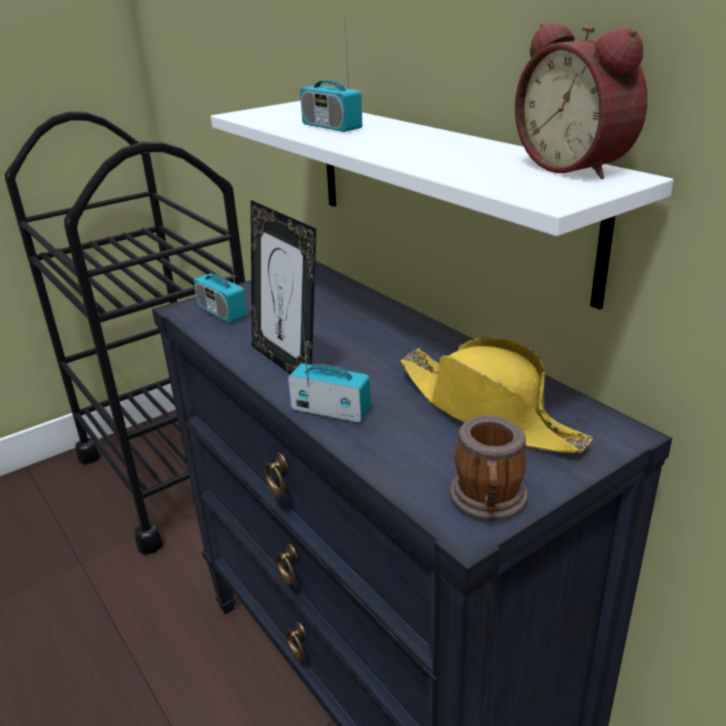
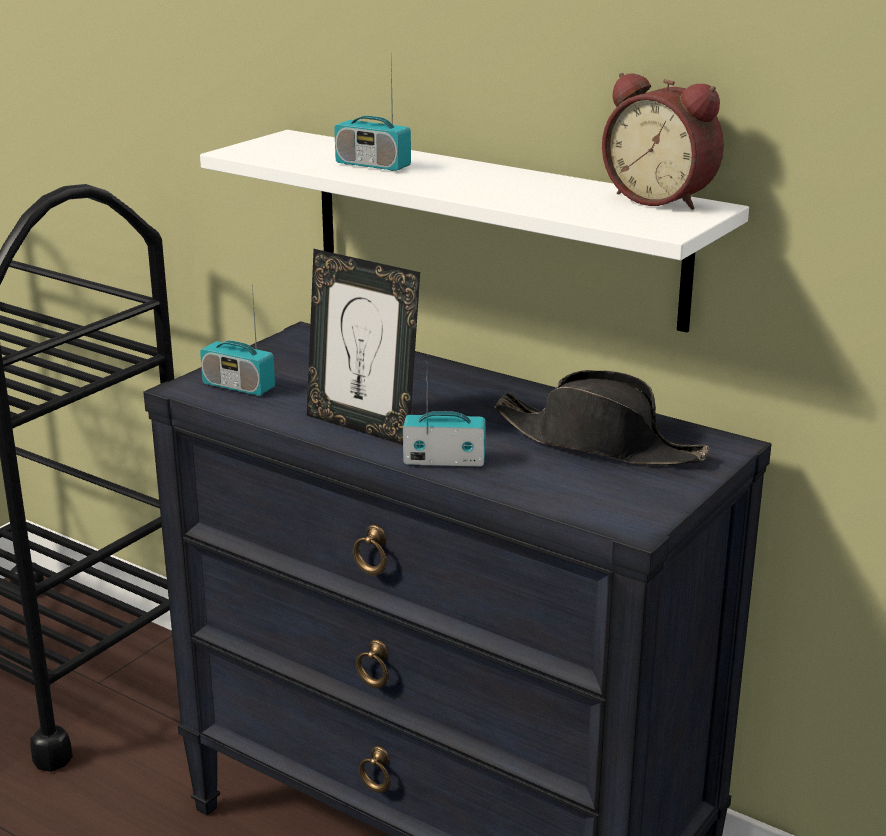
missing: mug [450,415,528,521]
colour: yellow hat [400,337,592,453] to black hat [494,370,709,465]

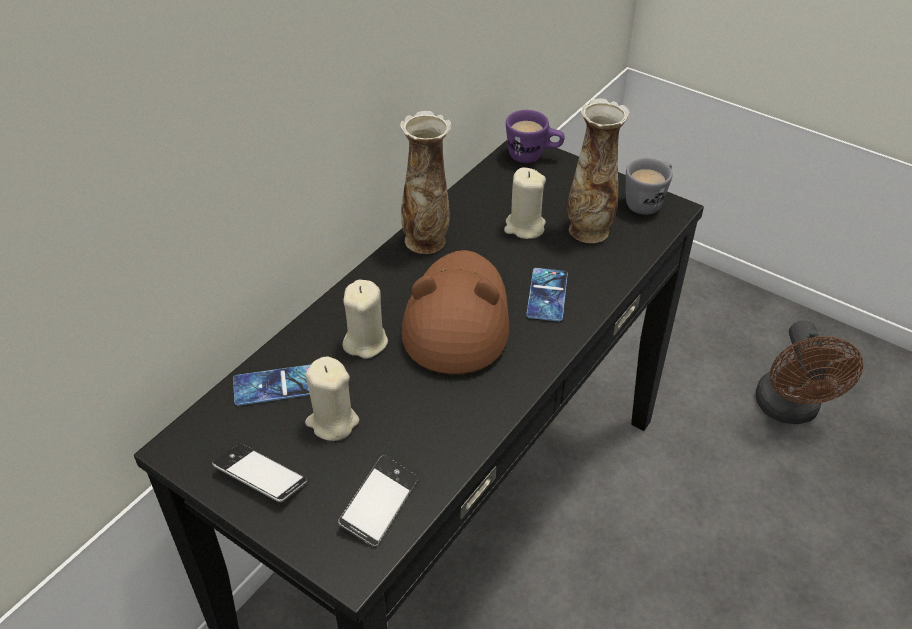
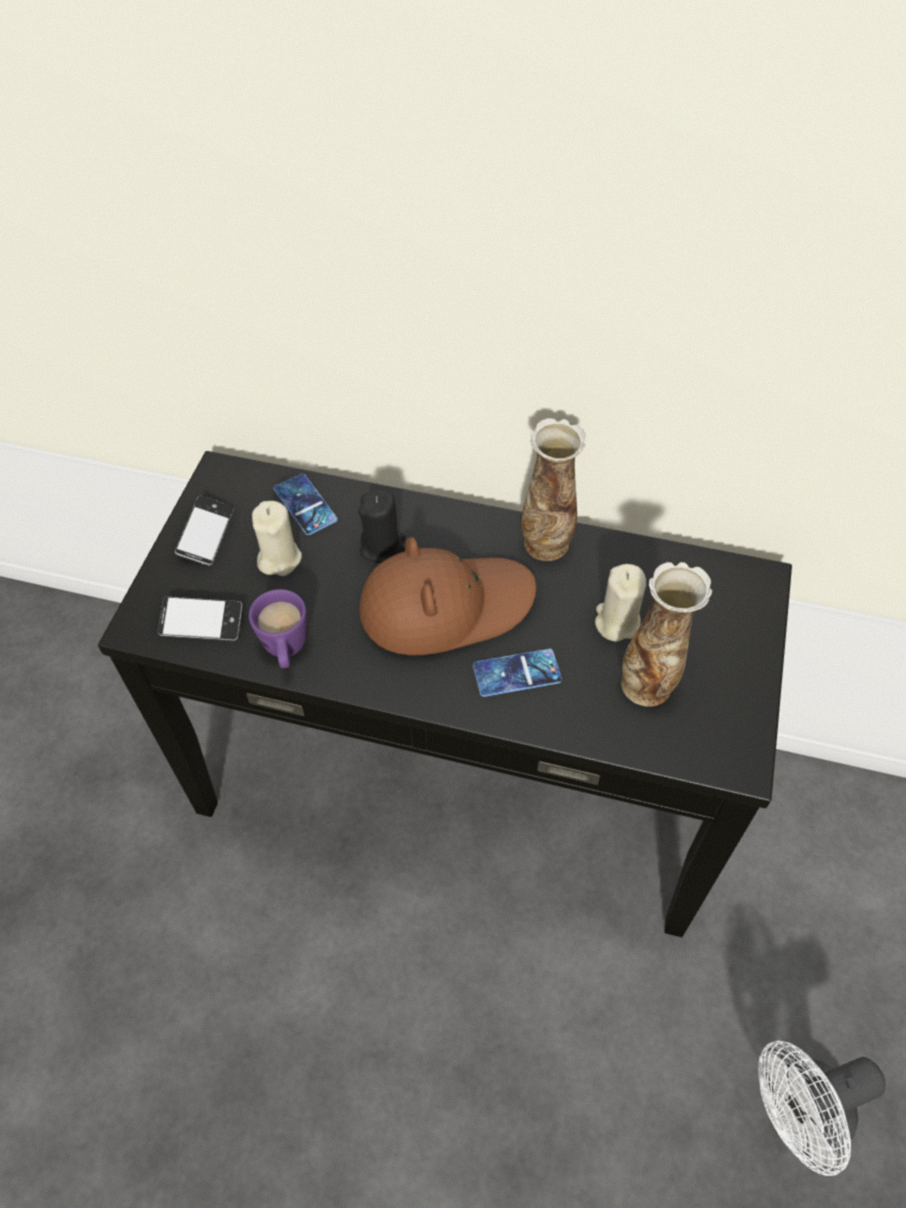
missing: grey mug [626,158,673,215]
relocated: purple mug [506,110,565,163] to [249,589,307,668]
colour: beige candle [342,279,388,359] to black candle [358,490,405,563]; brown fan [755,320,863,424] to white fan [758,1040,886,1176]

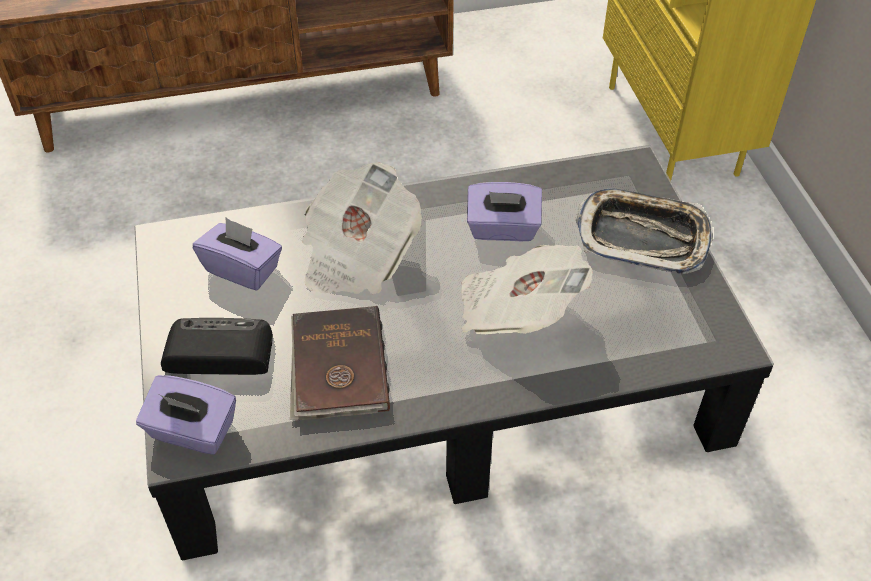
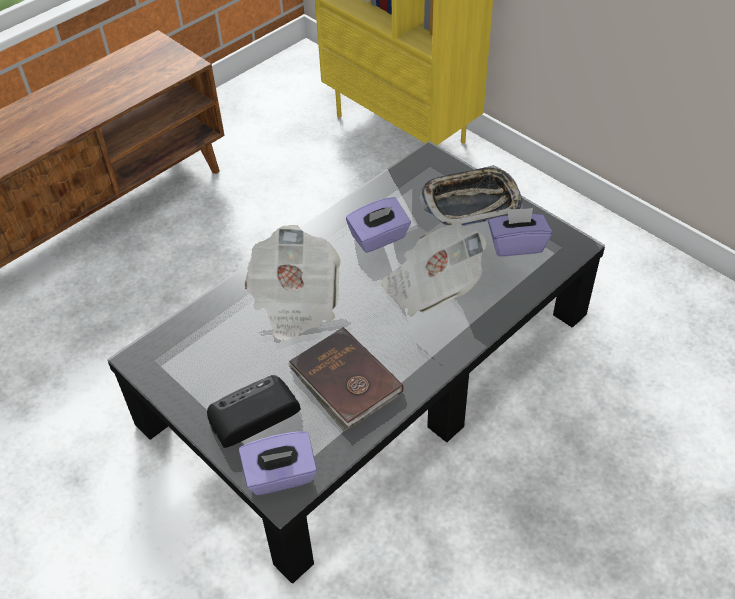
relocated: purple tissue box [193,218,282,291] to [488,208,552,256]

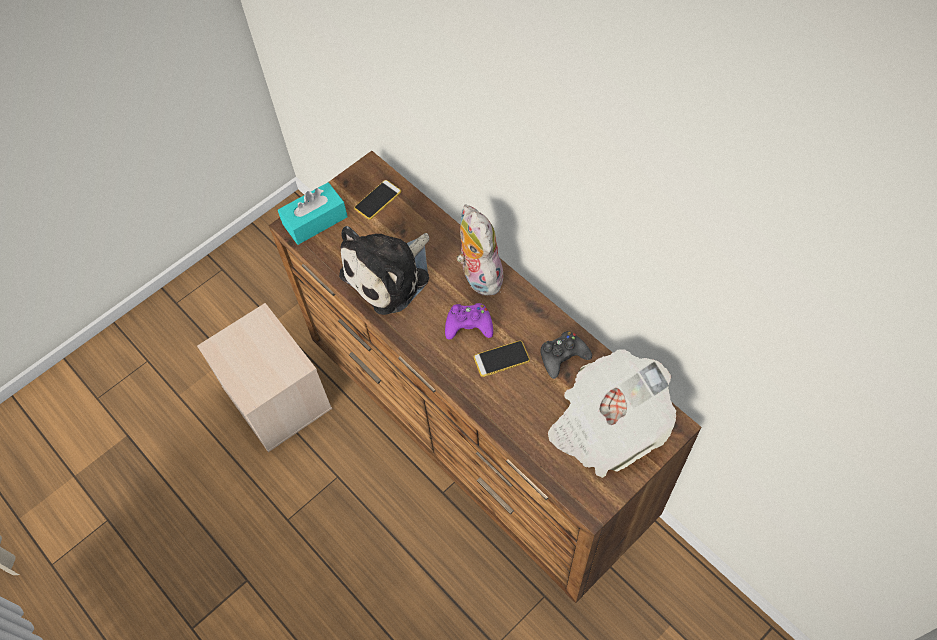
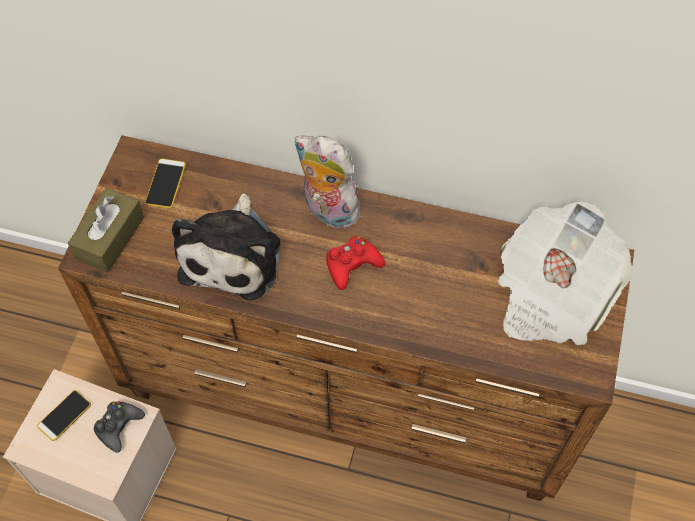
relocated: black game controller [540,331,592,379] to [94,401,145,453]; phone [474,341,530,377] to [37,390,91,441]
colour: turquoise tissue box [278,182,348,245] to brown tissue box [68,187,144,273]; purple game controller [445,303,493,340] to red game controller [326,236,385,290]

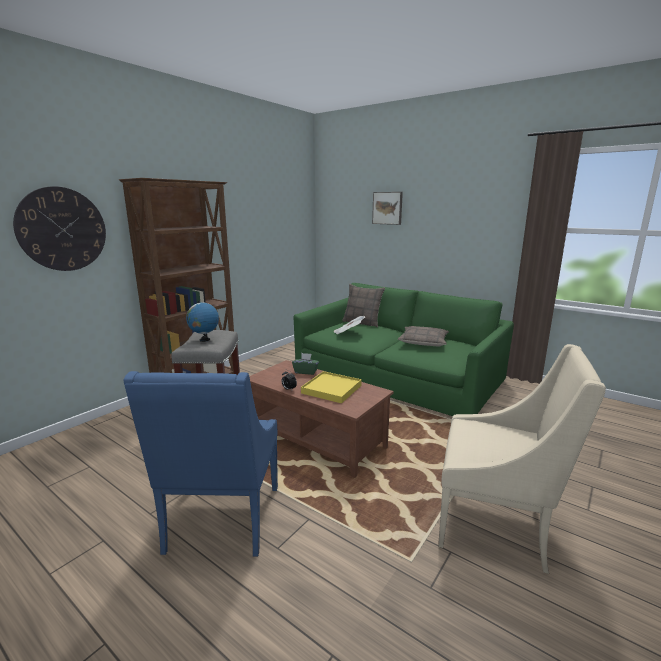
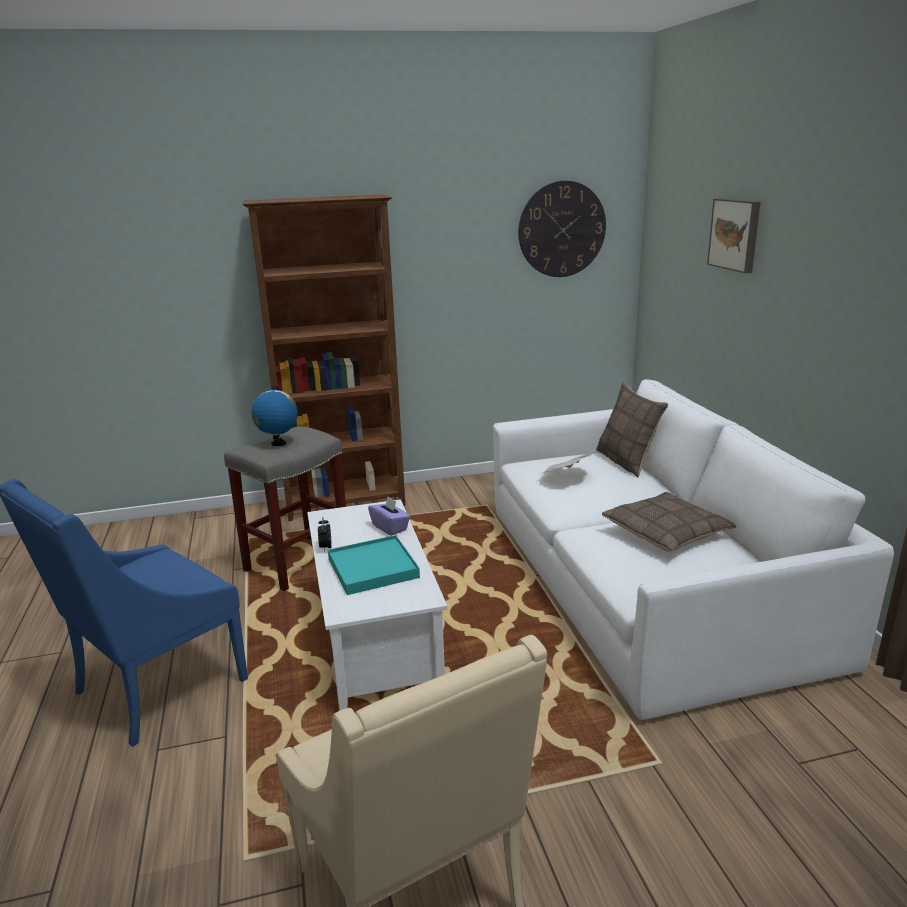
relocated: wall clock [13,186,106,271] to [518,181,606,277]
colour: green sofa [293,283,514,416] to white sofa [493,379,894,720]; green tissue box [292,353,319,375] to purple tissue box [368,496,410,536]; brown coffee table [249,360,394,478] to white coffee table [307,499,447,711]; yellow tray [301,371,362,403] to turquoise tray [328,535,420,595]

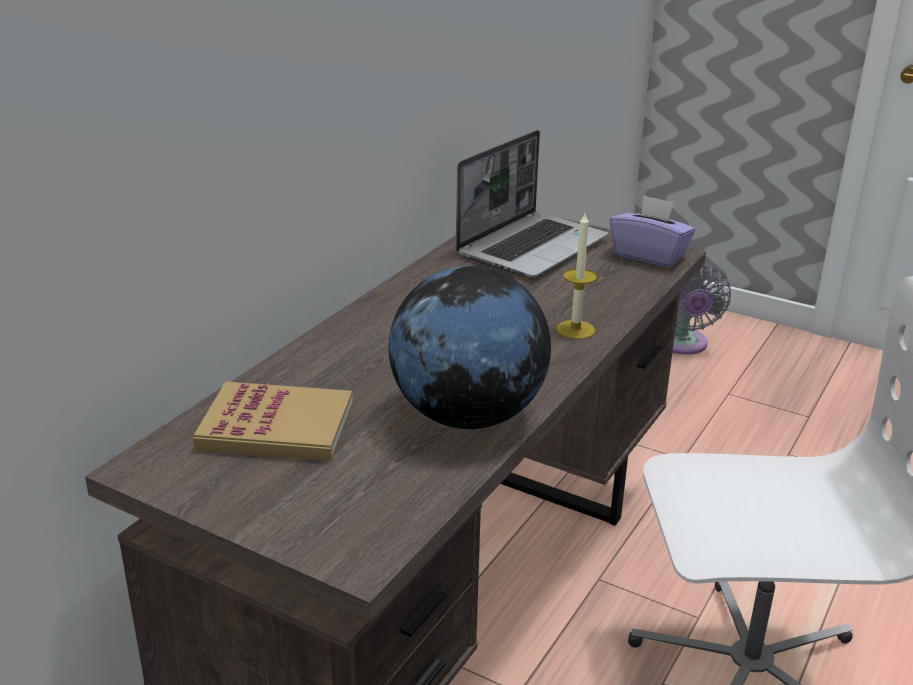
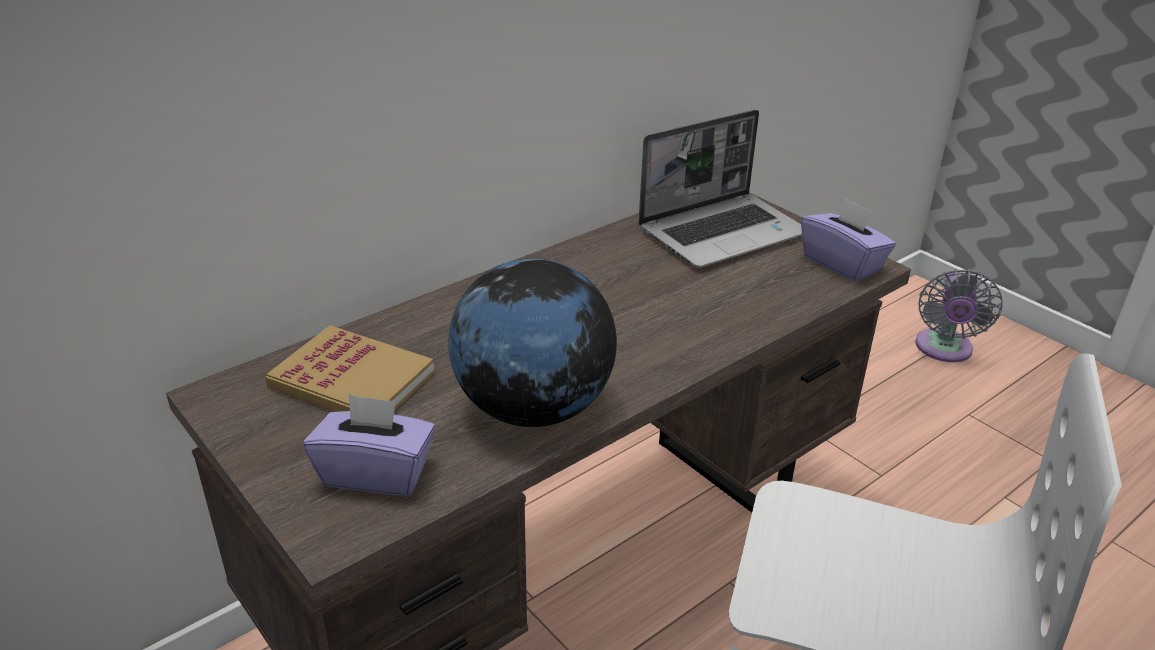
missing: candle [556,213,597,339]
appeared: purple tissue box [304,394,435,496]

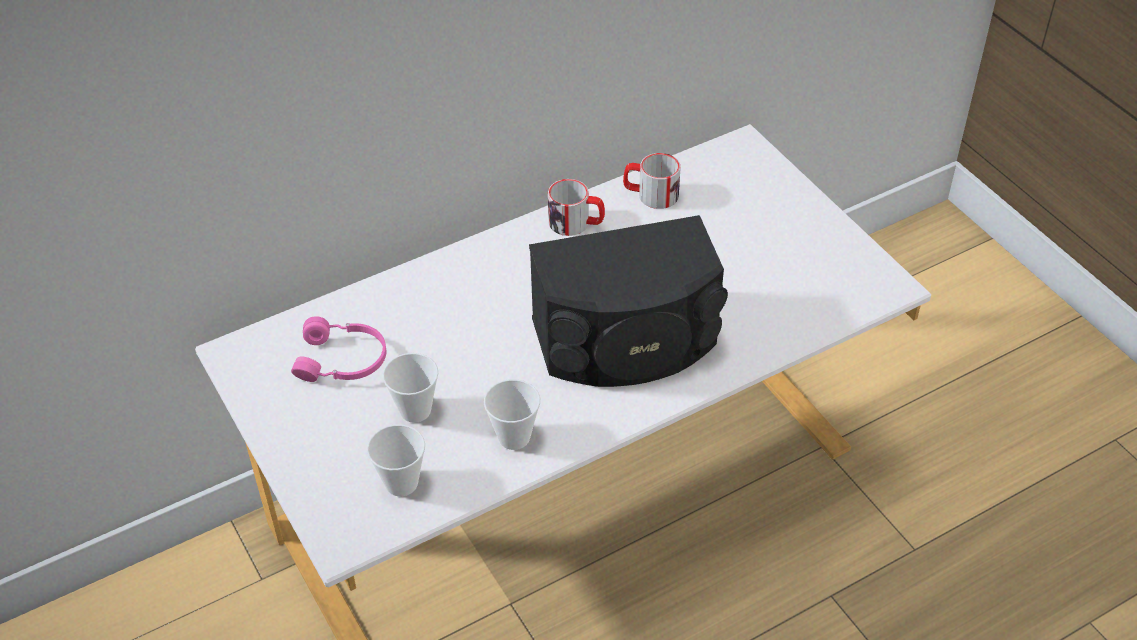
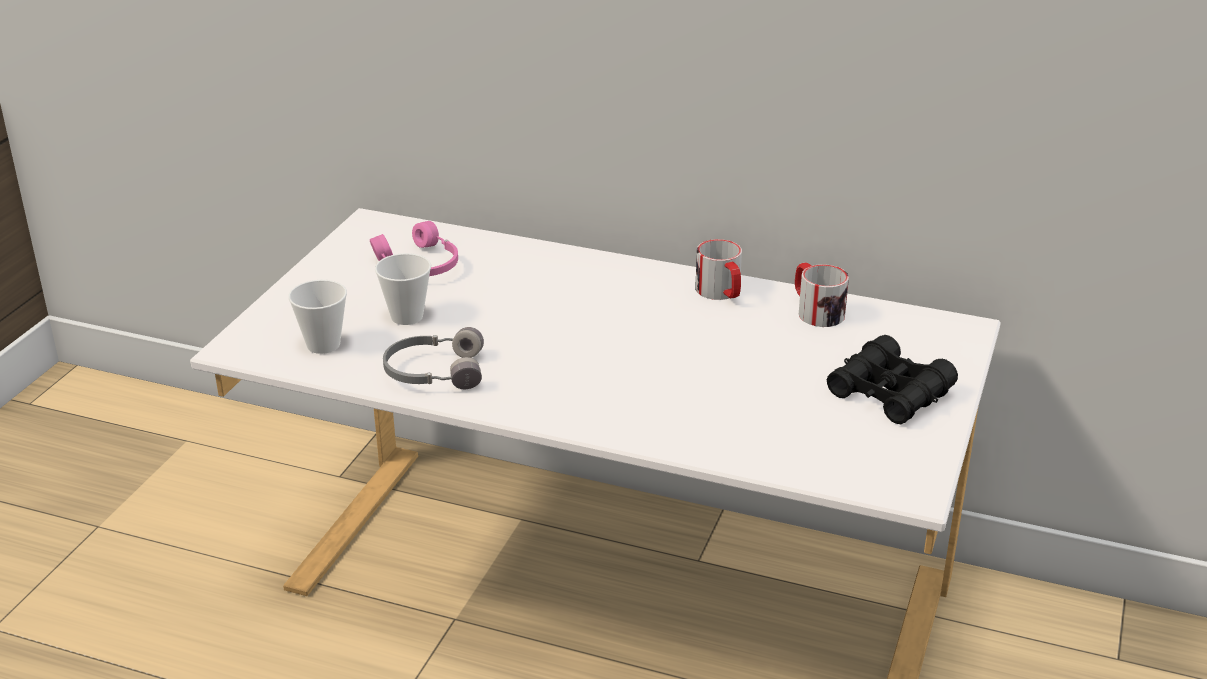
missing: black speaker [529,215,728,387]
appeared: black binoculars [827,335,958,424]
exchanged: cup [484,379,540,450] to grey headphones [383,327,484,389]

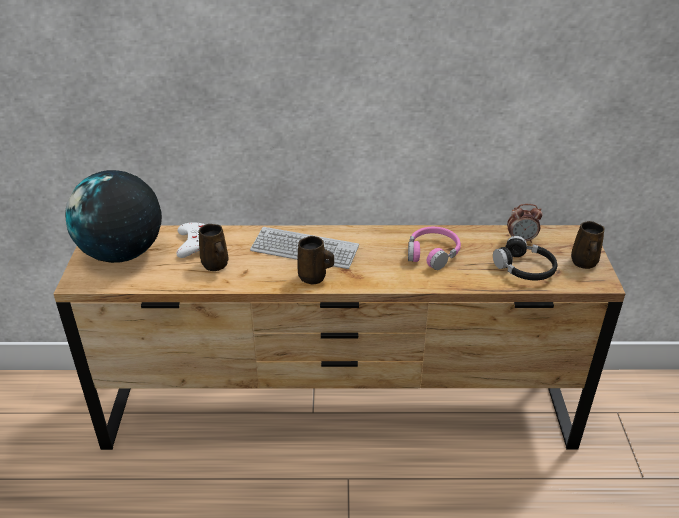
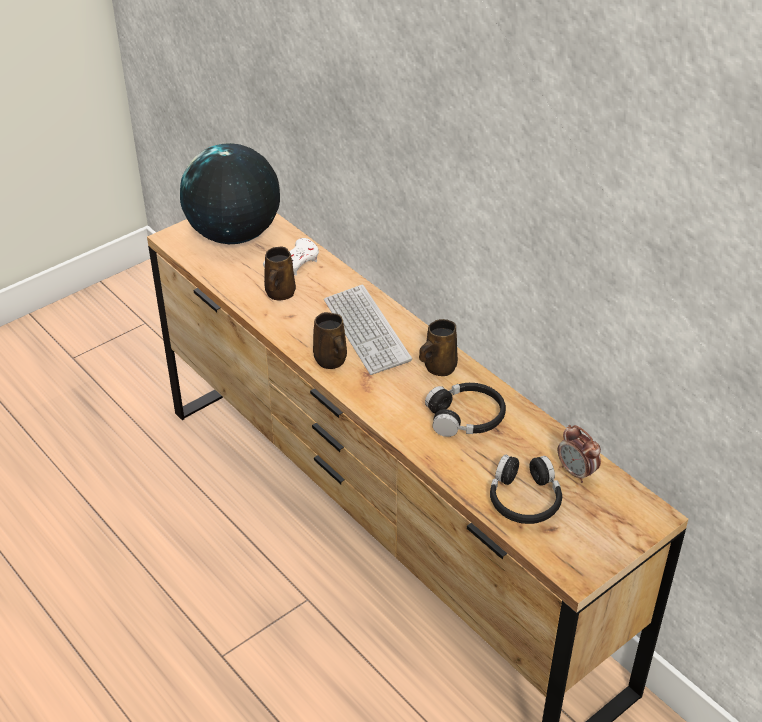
relocated: brown mug [571,221,604,269] to [419,319,458,376]
colour: pink headphones [408,227,461,270] to black headphones [425,383,506,437]

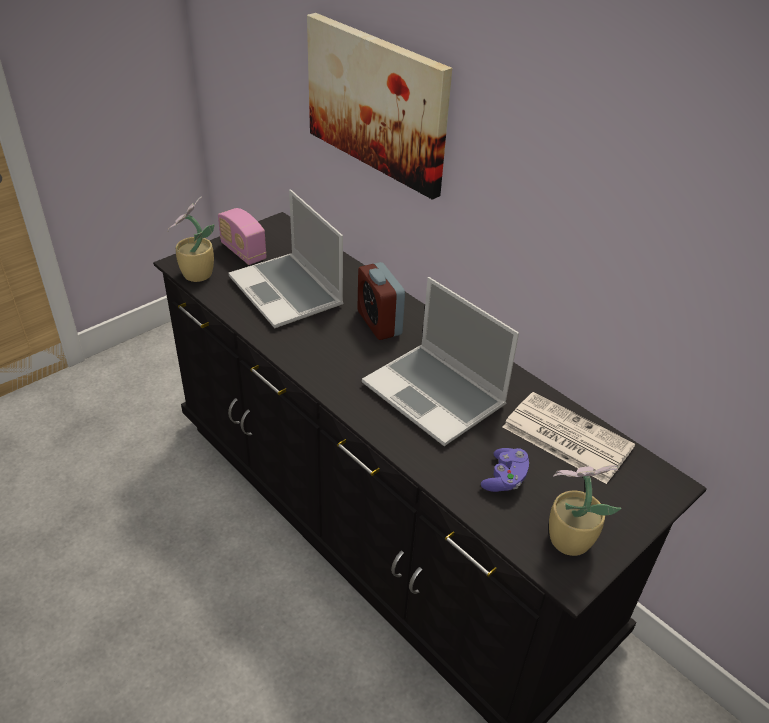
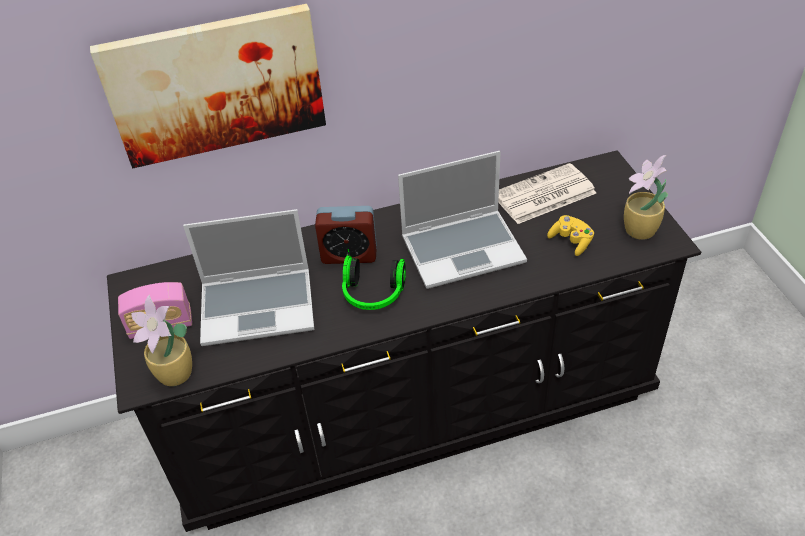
appeared: headphones [342,249,406,310]
colour: purple game controller [481,448,529,492] to yellow game controller [547,215,594,256]

